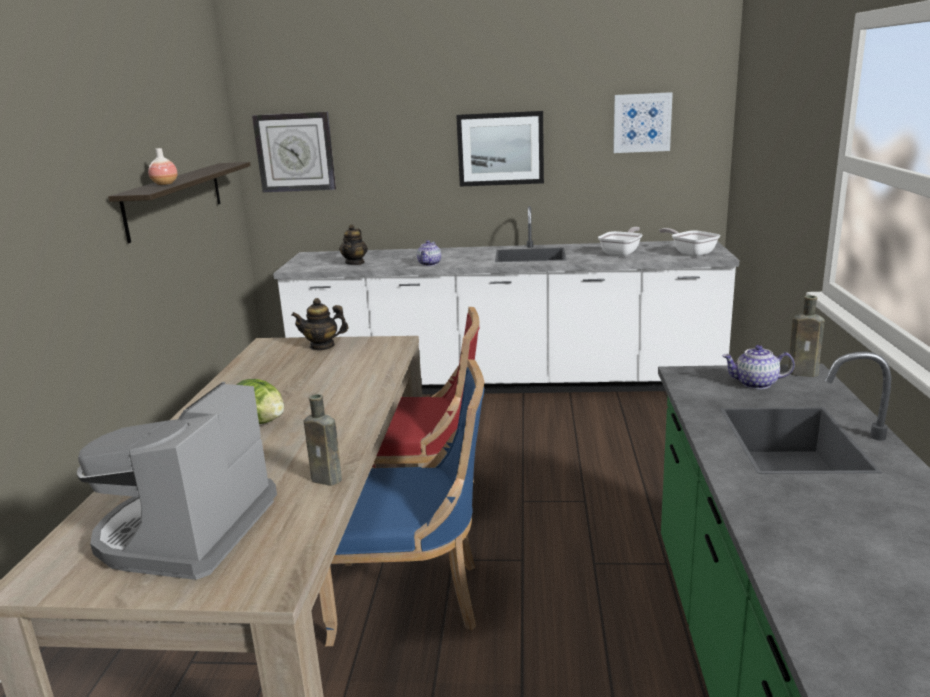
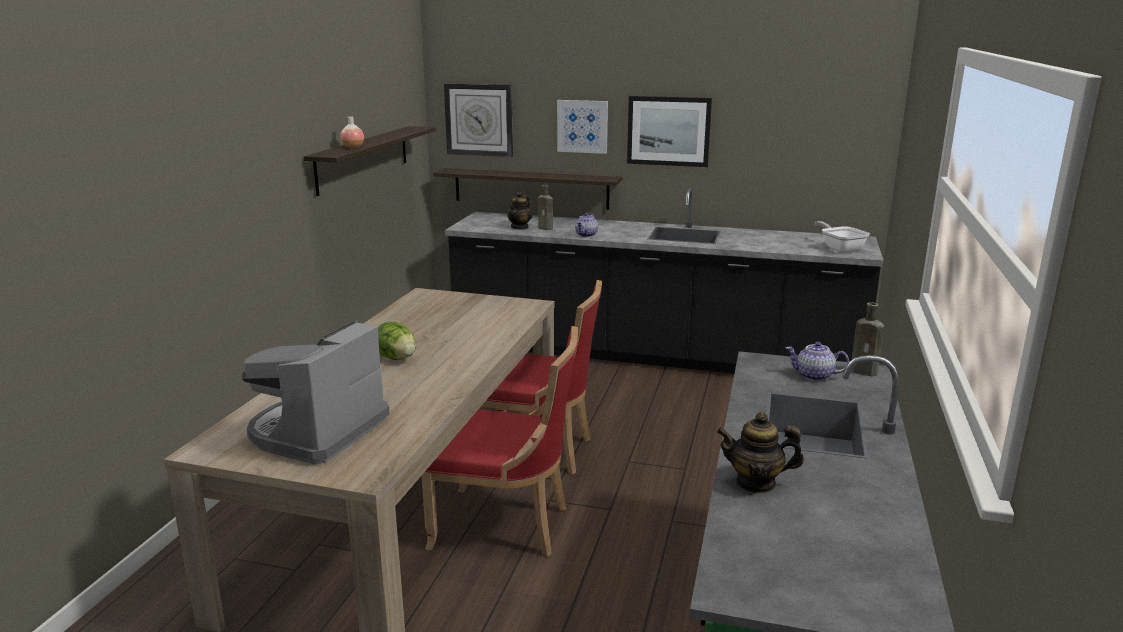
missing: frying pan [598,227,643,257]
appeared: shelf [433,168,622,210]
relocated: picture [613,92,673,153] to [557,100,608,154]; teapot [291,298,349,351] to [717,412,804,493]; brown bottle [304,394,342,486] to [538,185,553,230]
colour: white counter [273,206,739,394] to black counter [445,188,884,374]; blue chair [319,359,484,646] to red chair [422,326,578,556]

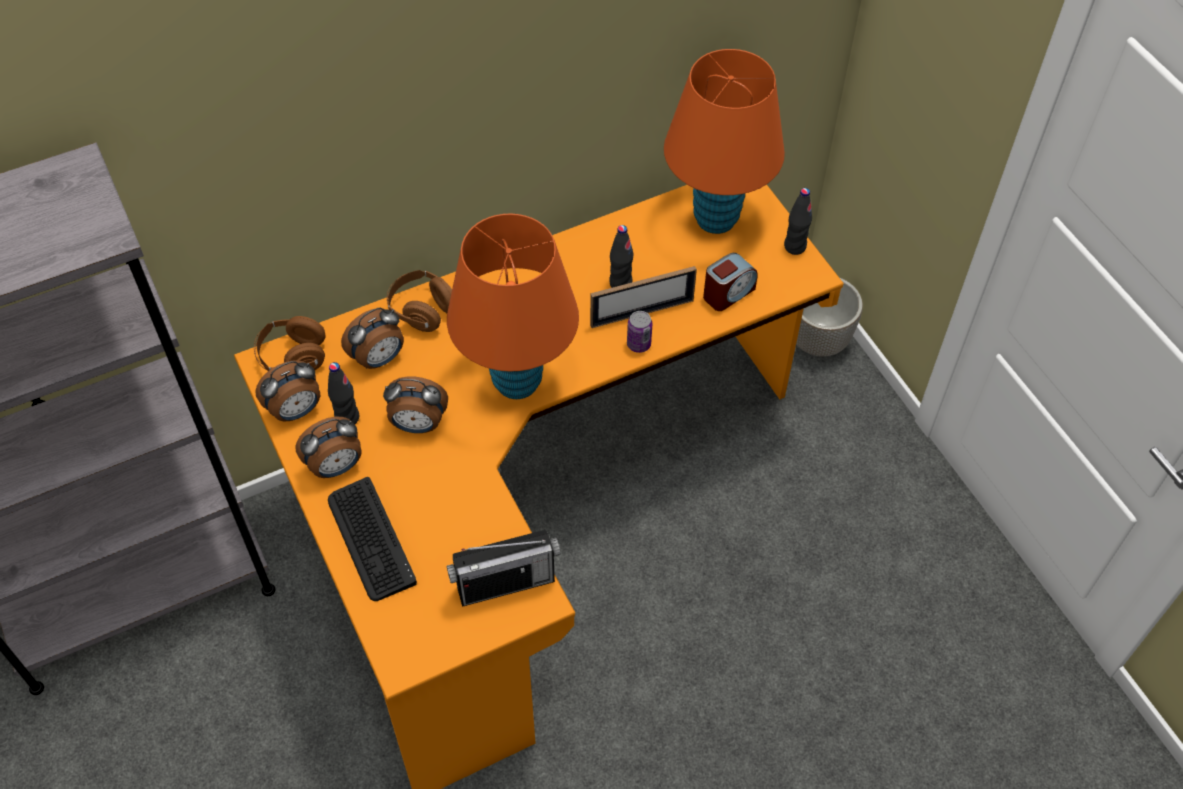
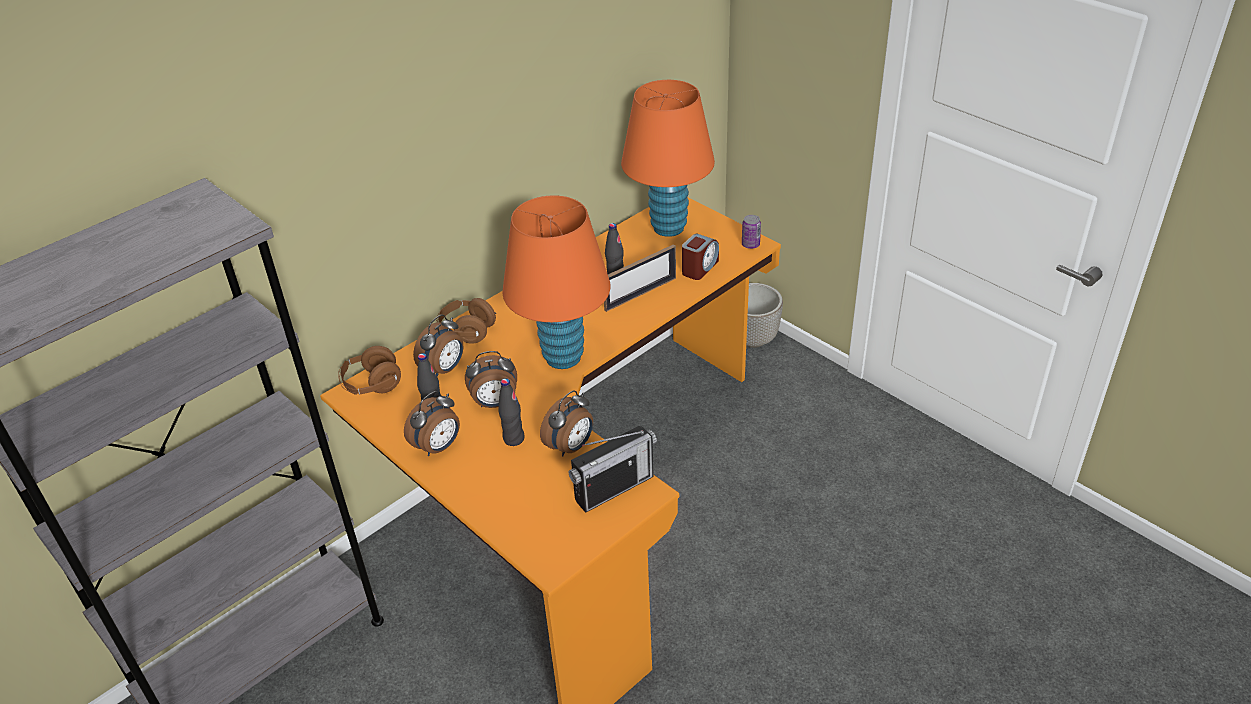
missing: keyboard [328,477,417,601]
relocated: black bottle [784,188,812,255] to [498,378,524,446]; can [627,311,652,353] to [742,215,761,249]; alarm clock [255,360,320,421] to [540,390,593,456]

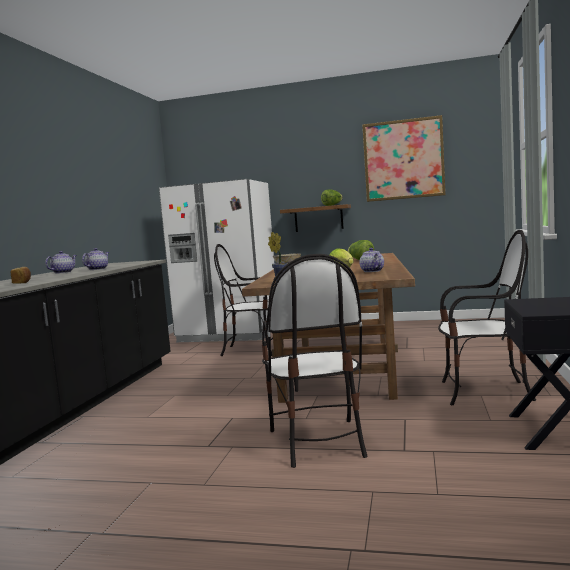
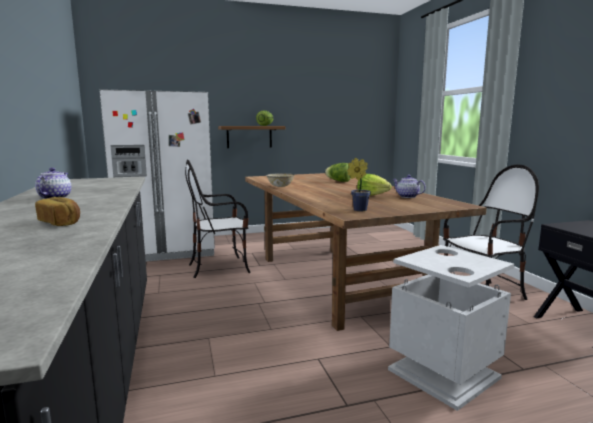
missing: picture [362,115,446,202]; teapot [82,248,109,270]
exchanged: chair [262,254,367,468] to grey trash can [388,245,514,411]

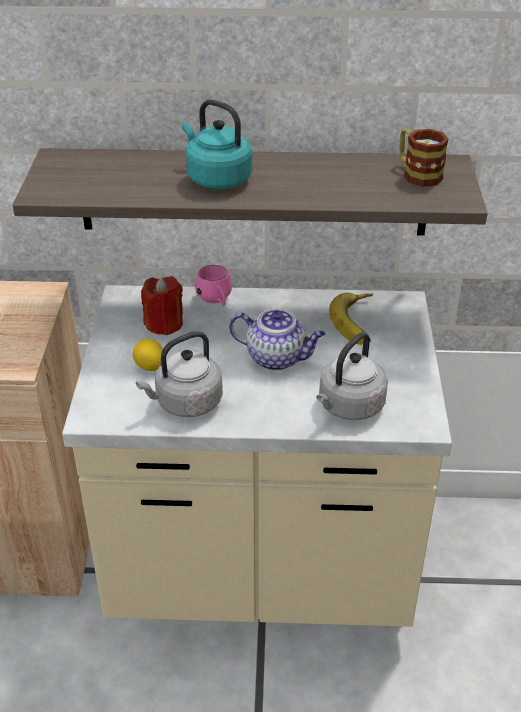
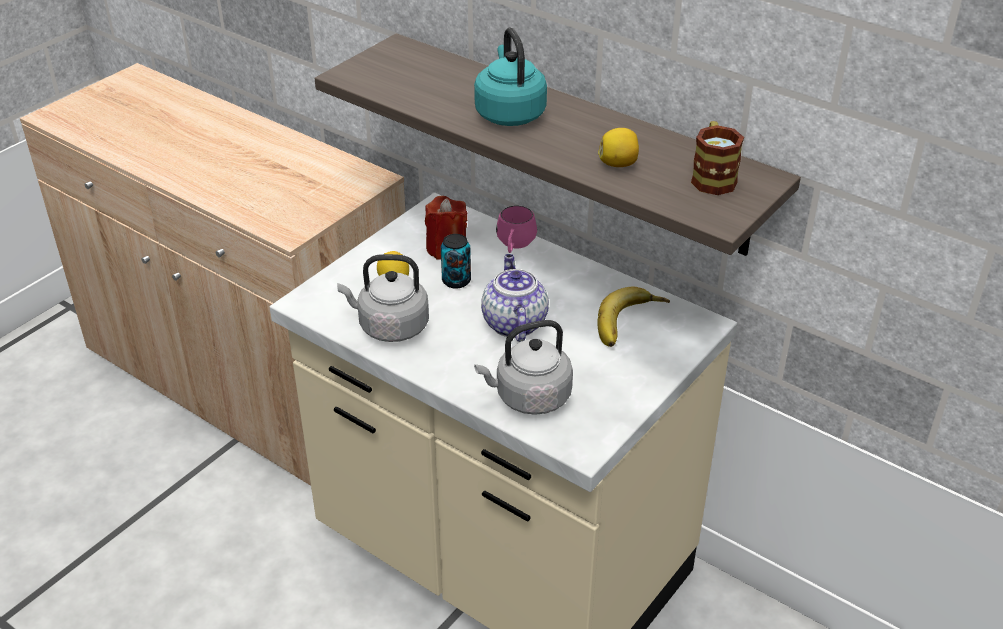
appeared: lemon [598,128,639,167]; can [441,234,471,289]
spun: teapot [229,309,326,371] = [481,254,549,342] 150 degrees counterclockwise

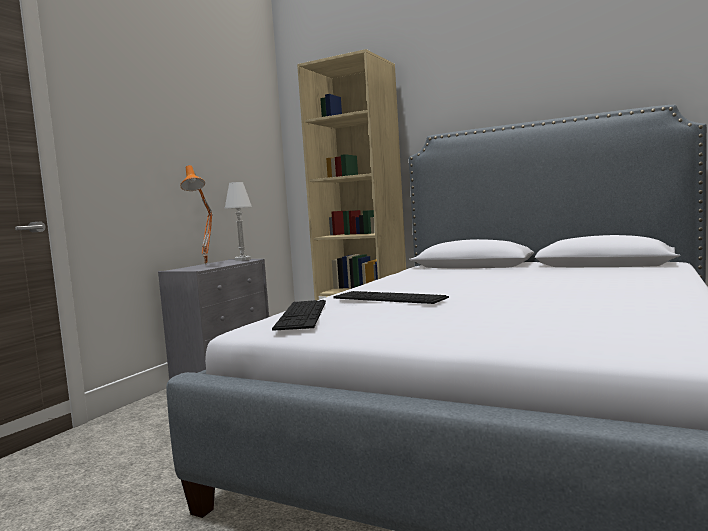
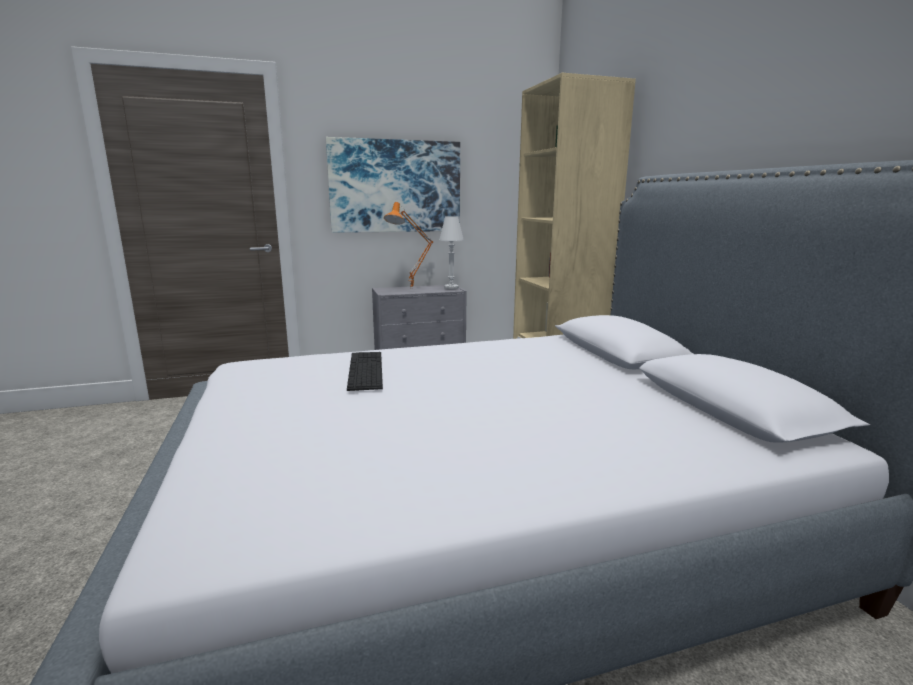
missing: keyboard [272,300,326,331]
appeared: picture [326,137,460,233]

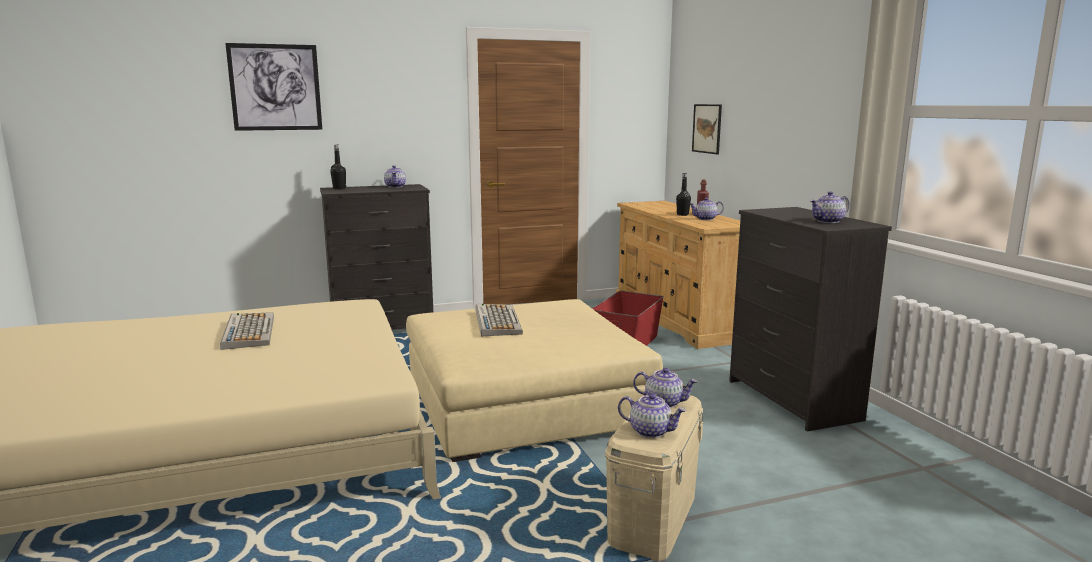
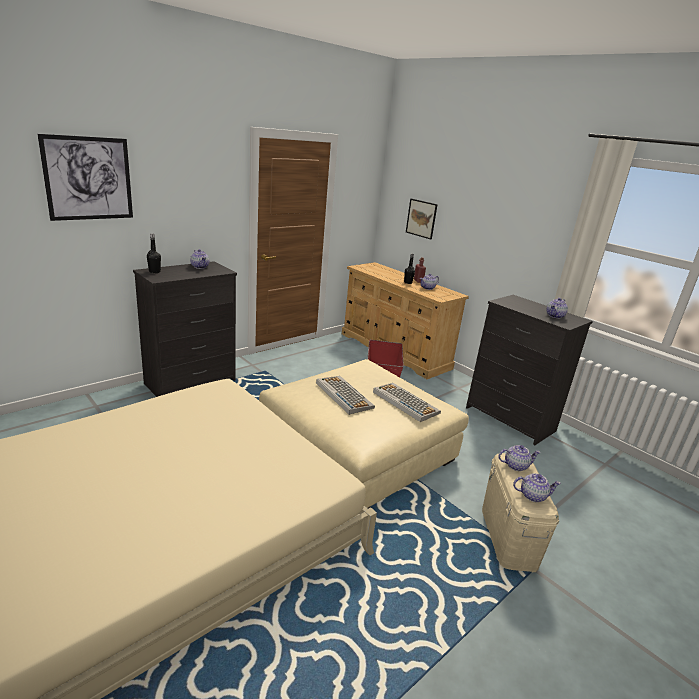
relocated: keyboard [220,313,274,350] to [373,383,441,422]

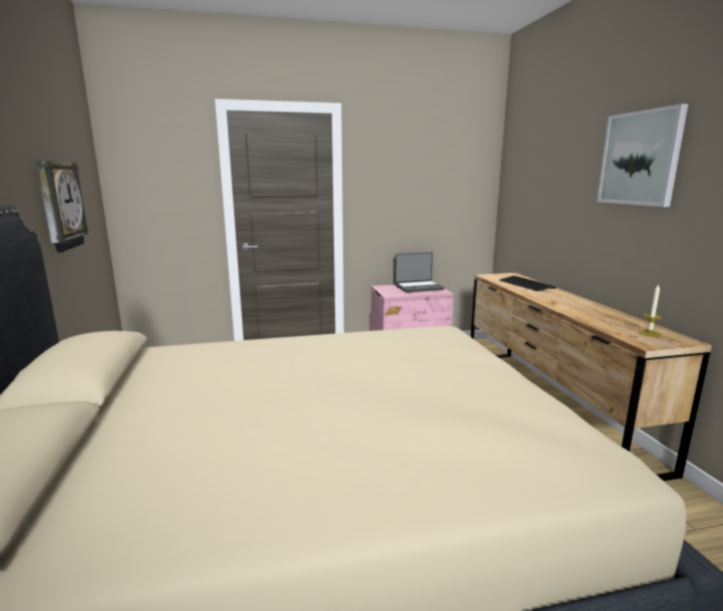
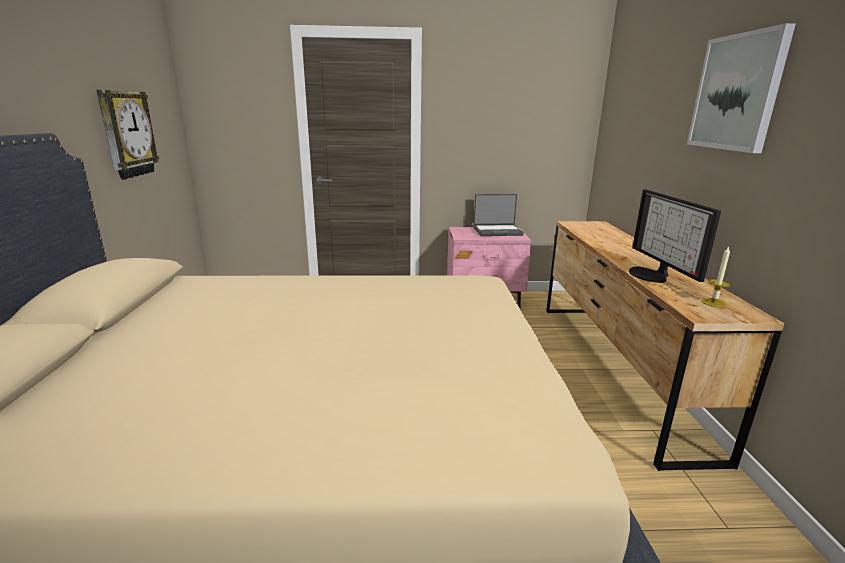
missing: keyboard [499,276,556,291]
appeared: monitor [629,189,721,283]

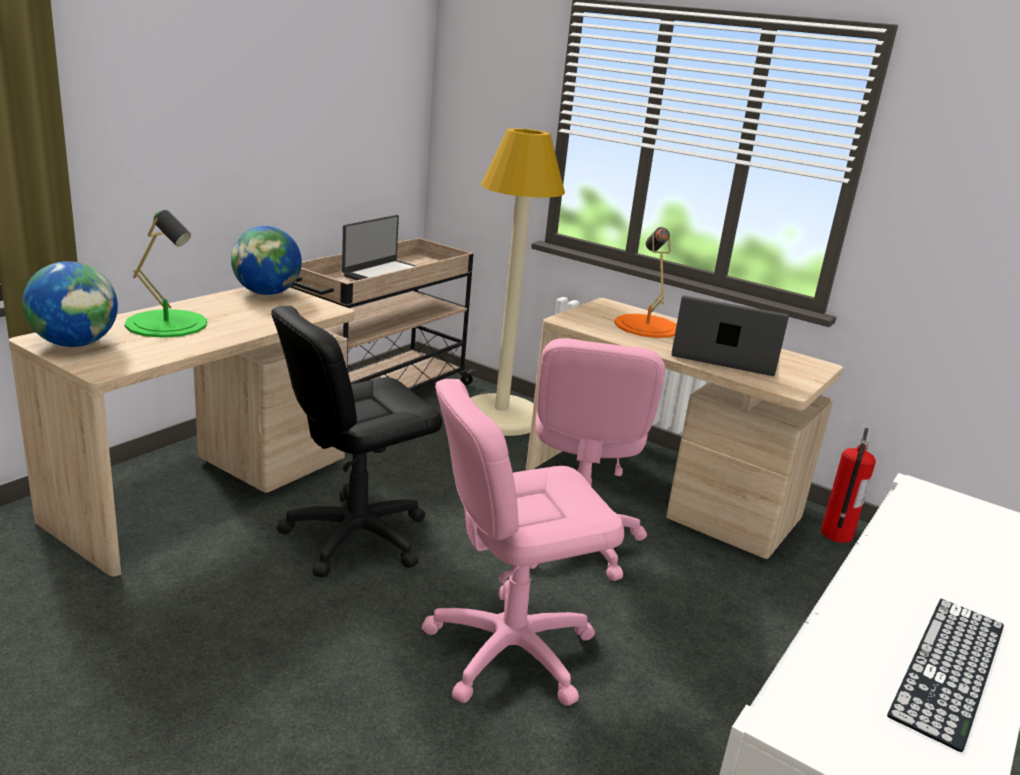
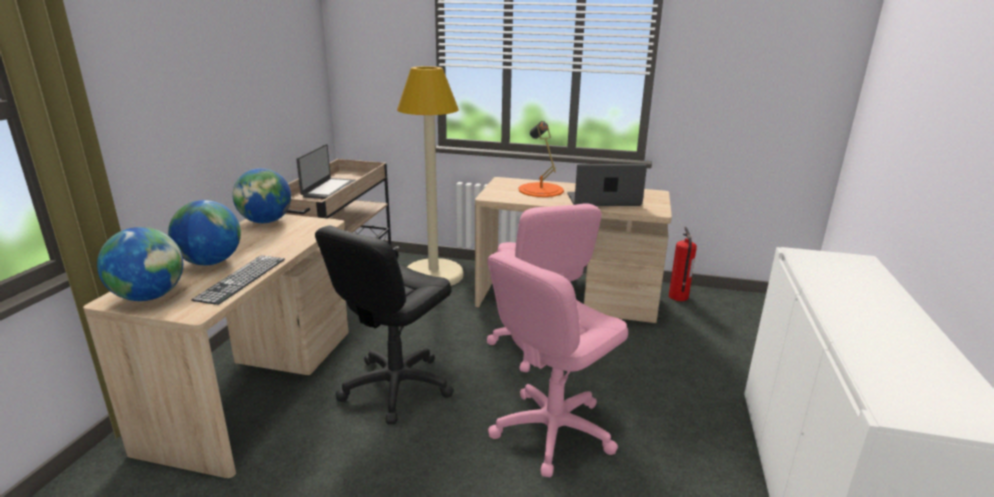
relocated: keyboard [887,599,1004,752] to [191,255,285,305]
exchanged: green table lamp [124,210,207,338] to globe [168,200,241,265]

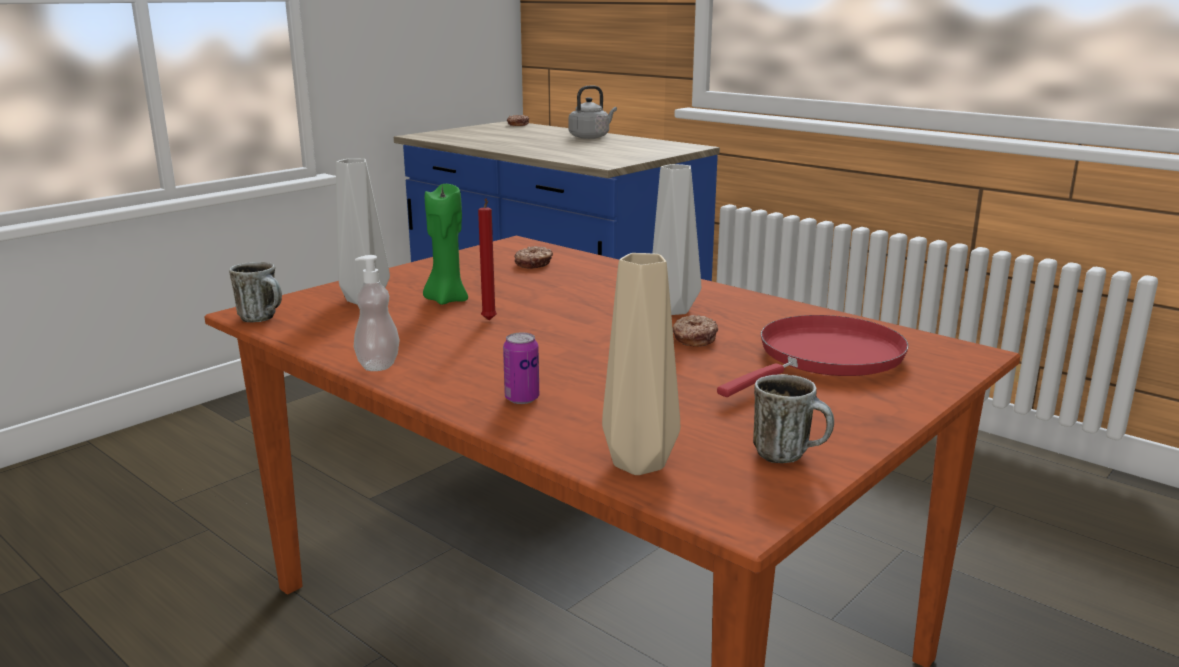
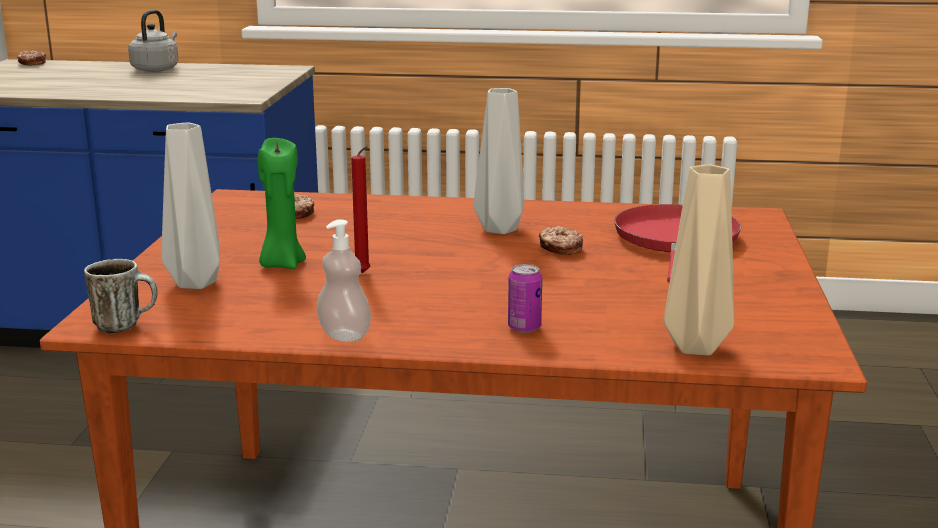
missing: mug [753,374,834,463]

